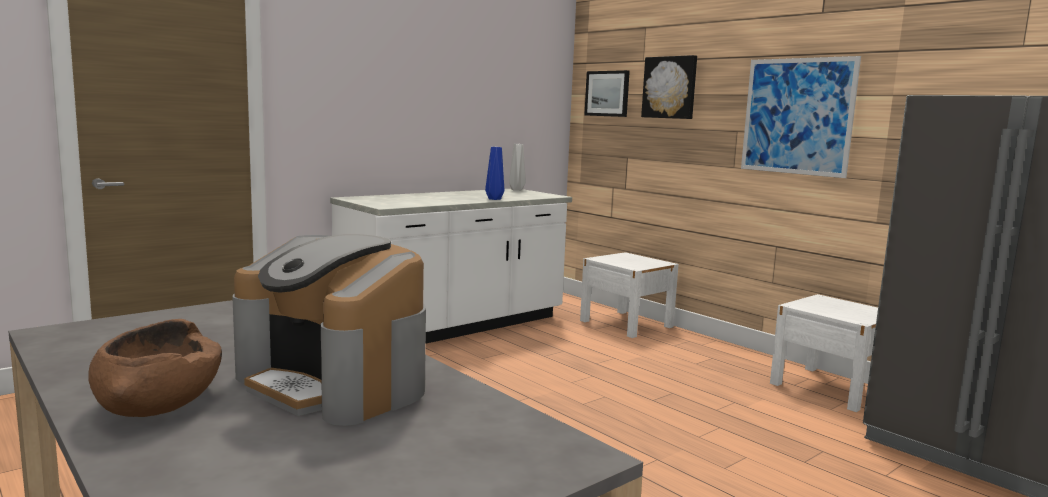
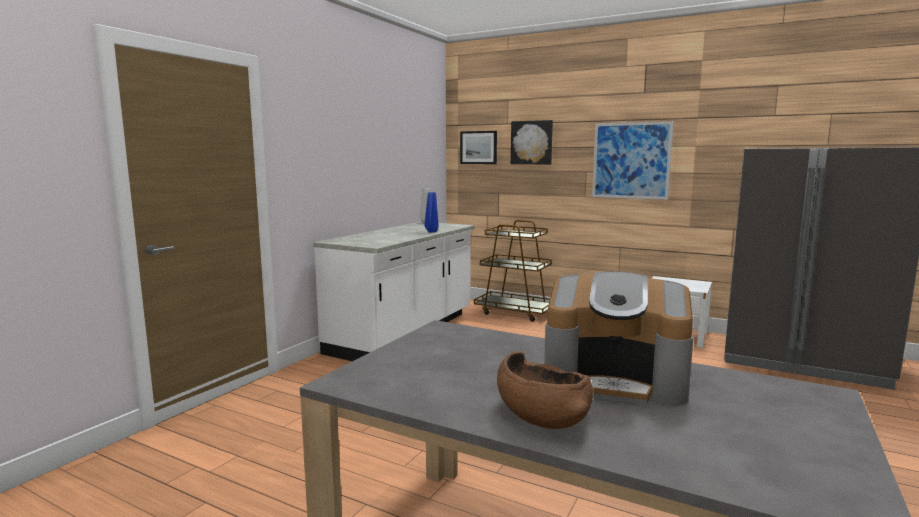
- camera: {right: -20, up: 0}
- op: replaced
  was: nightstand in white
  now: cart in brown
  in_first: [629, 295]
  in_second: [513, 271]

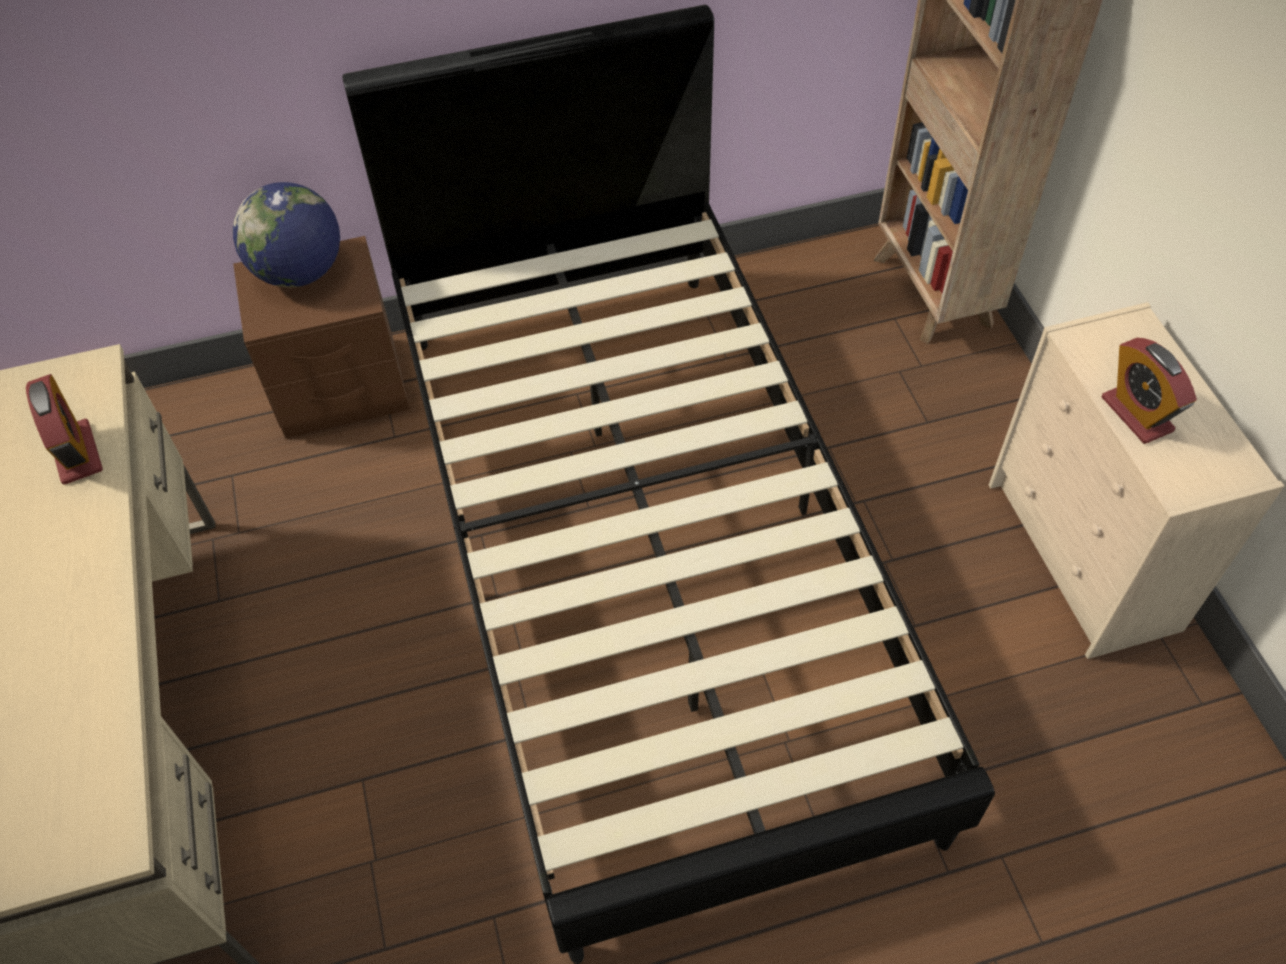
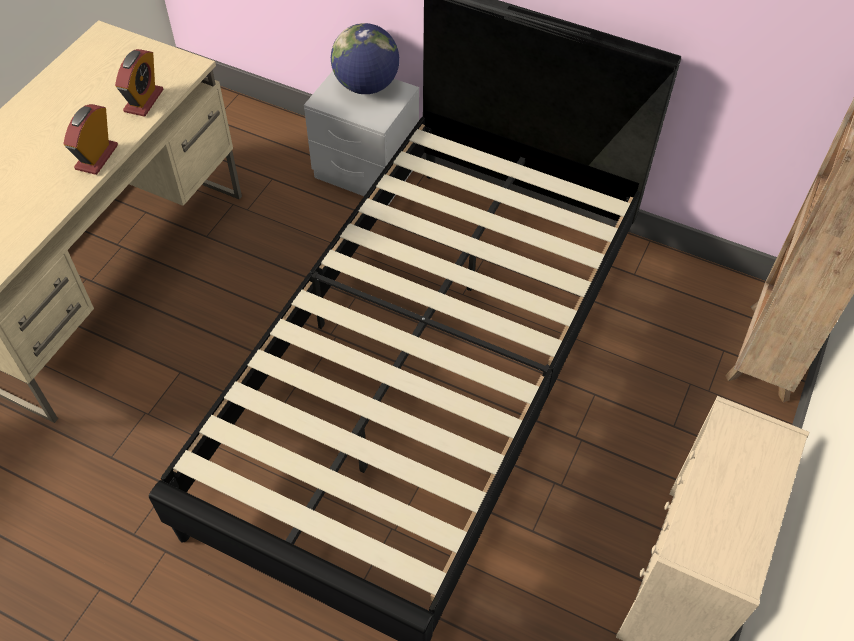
- camera: {right: 40, up: 0}
- op: recoloured
  was: nightstand in brown
  now: nightstand in grey
  in_first: [321, 337]
  in_second: [361, 138]
- op: moved
  was: table clock
  in_first: [1149, 391]
  in_second: [90, 139]

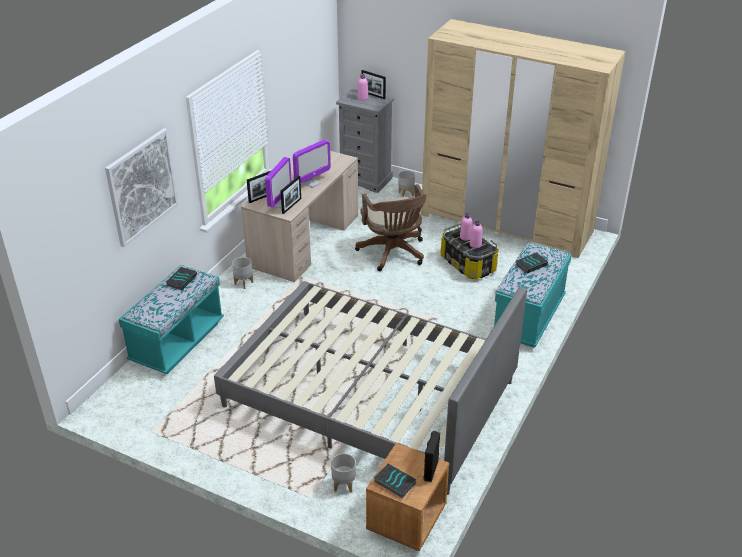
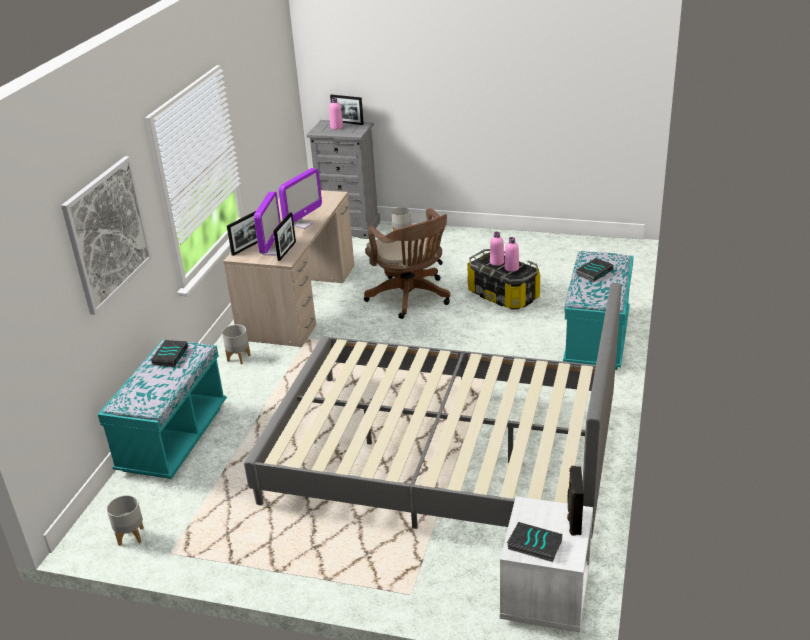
- camera: {right: -10, up: -5}
- op: moved
  was: plant pot in grey
  in_first: [343, 473]
  in_second: [125, 520]
- op: recoloured
  was: nightstand in brown
  now: nightstand in white
  in_first: [407, 497]
  in_second: [546, 564]
- op: removed
  was: clothes cupboard in beige
  in_first: [523, 138]

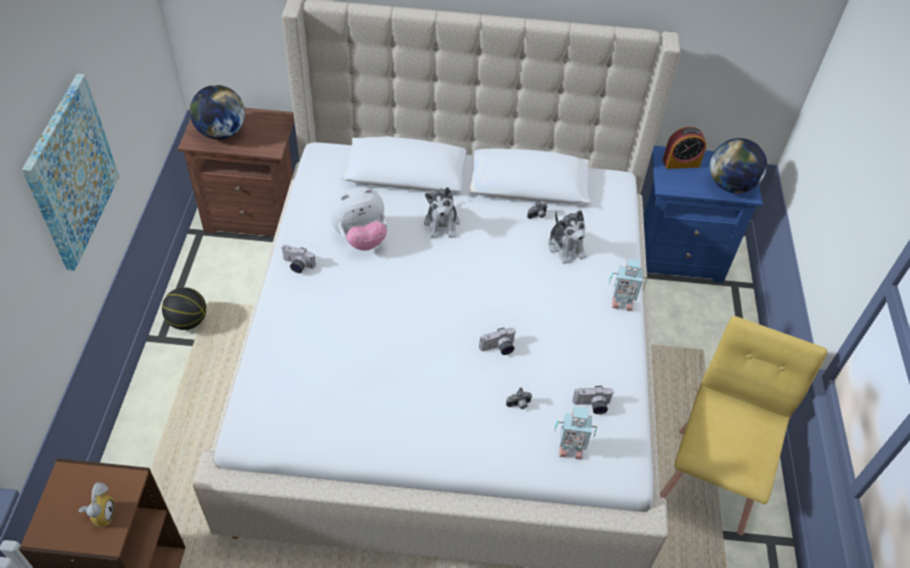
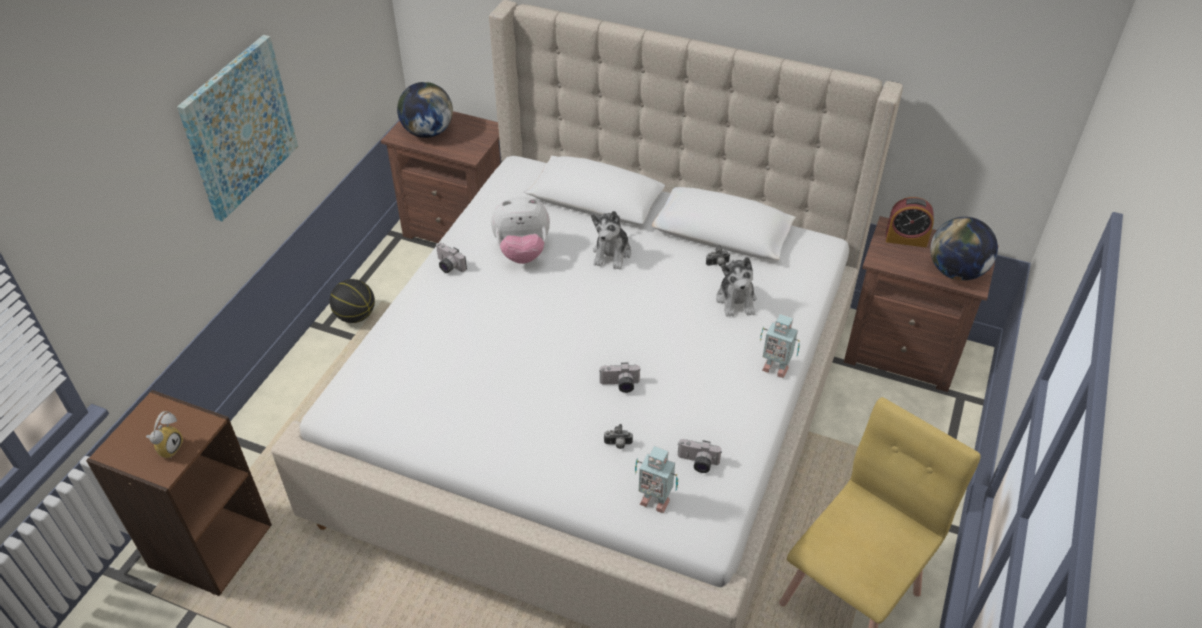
- camera: {right: 20, up: -5}
- op: recoloured
  was: nightstand in blue
  now: nightstand in brown
  in_first: [703, 214]
  in_second: [921, 304]

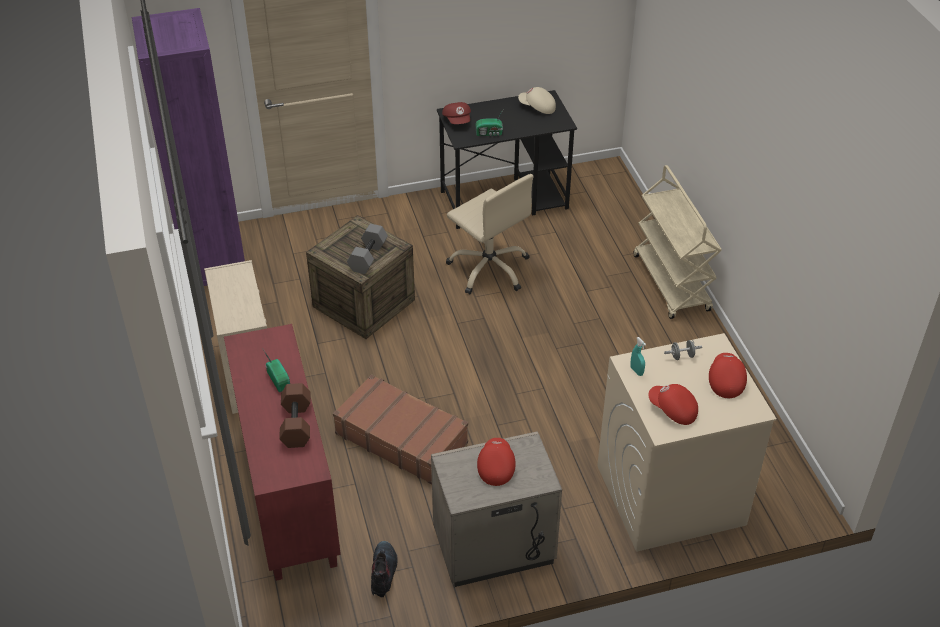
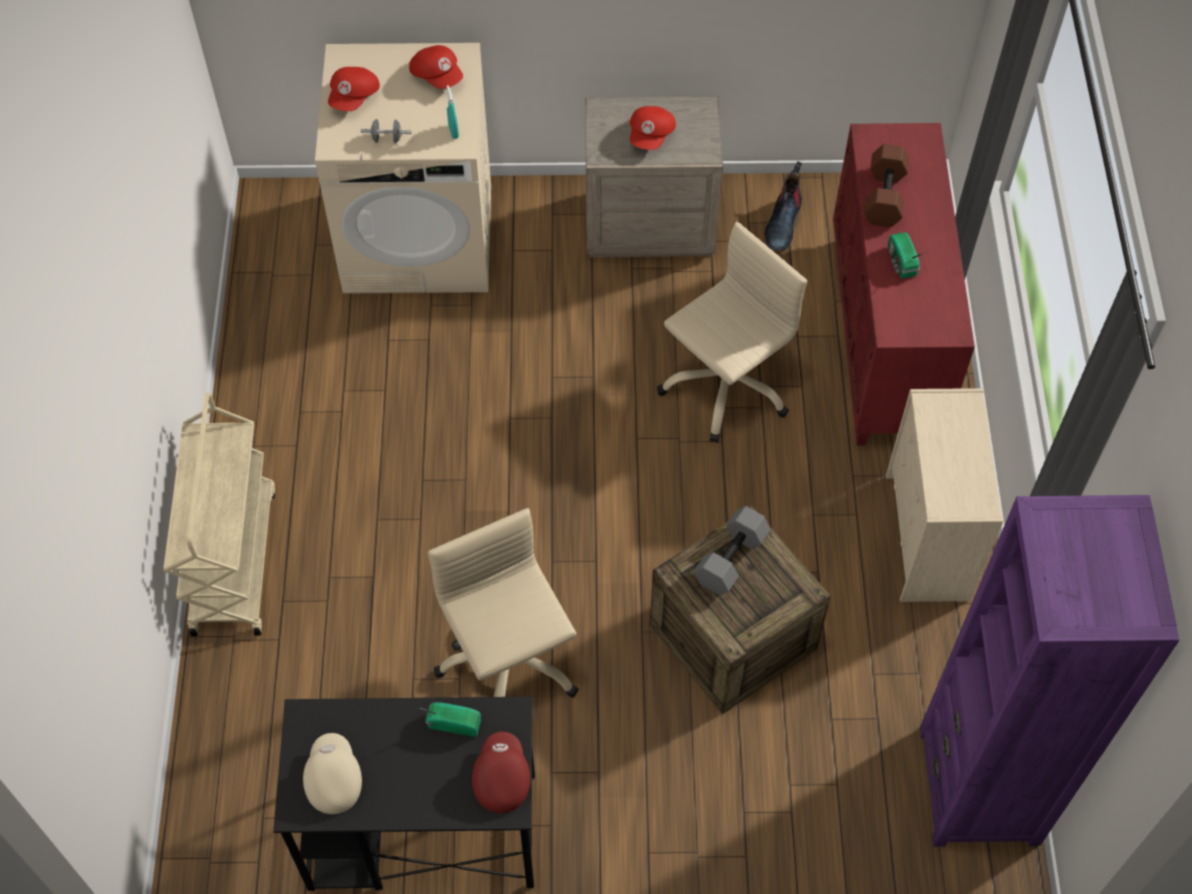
- camera: {right: -165, up: 15}
- op: replaced
  was: piece of luggage in brown
  now: computer chair in beige
  in_first: [400, 429]
  in_second: [732, 332]
- op: turned
  was: peaked cap in beige
  in_first: [537, 100]
  in_second: [332, 773]
  clockwise: -135

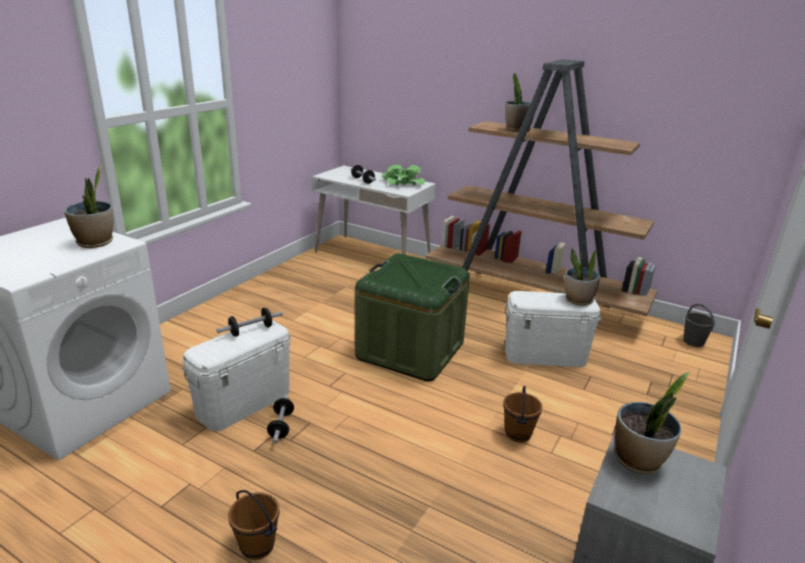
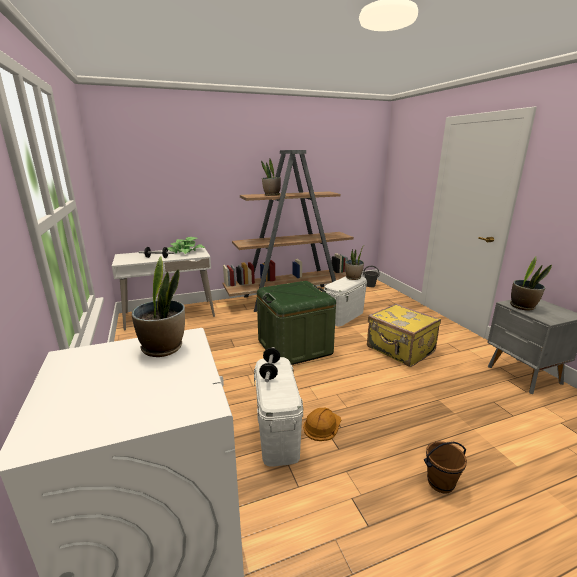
- camera: {right: -50, up: -5}
- op: replaced
  was: hand weight
  now: safety helmet in orange
  in_first: [280, 419]
  in_second: [322, 424]
- op: replaced
  was: bucket in brown
  now: piece of luggage in yellow
  in_first: [522, 414]
  in_second: [404, 335]

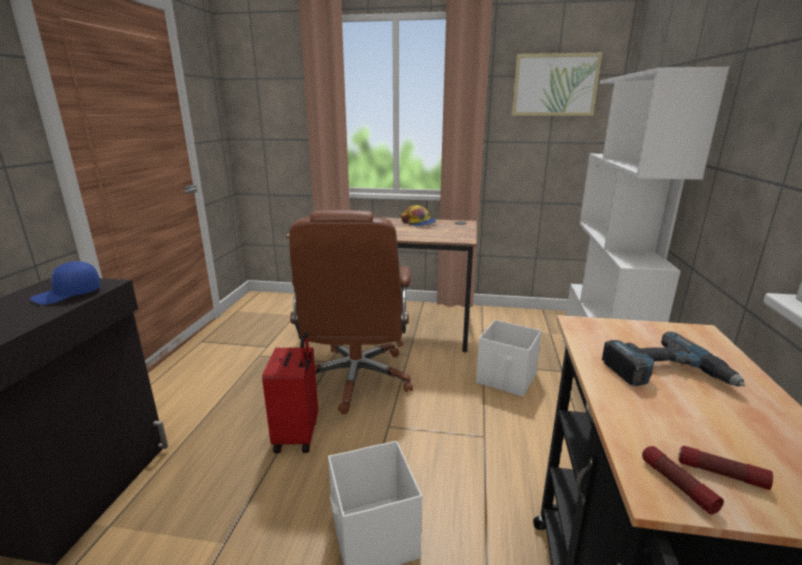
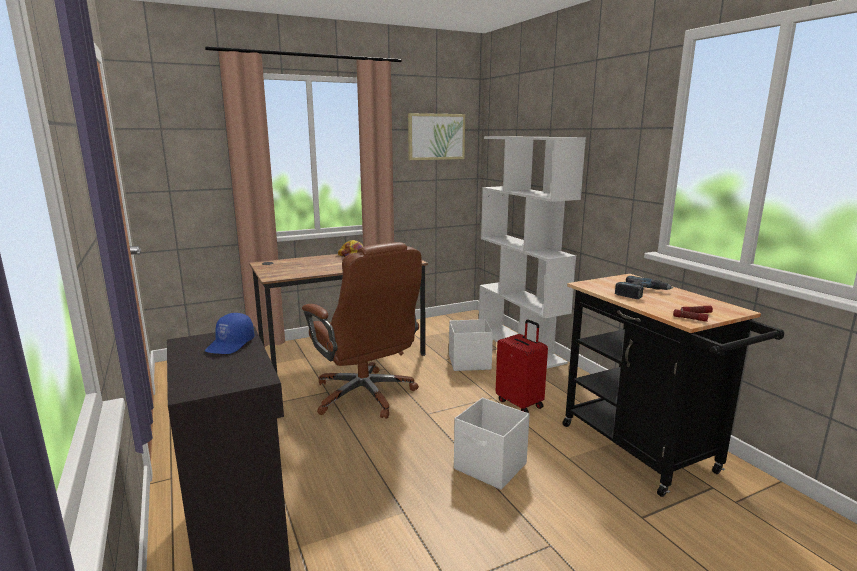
- camera: {right: -35, up: -5}
- op: moved
  was: piece of luggage in red-coloured
  in_first: [290, 392]
  in_second: [522, 366]

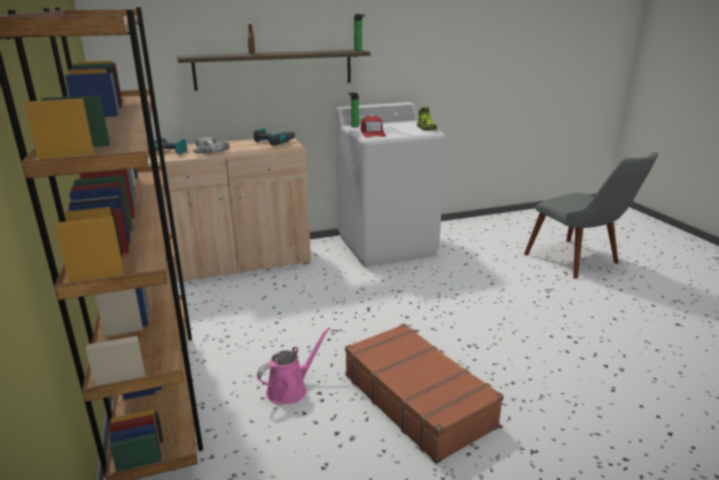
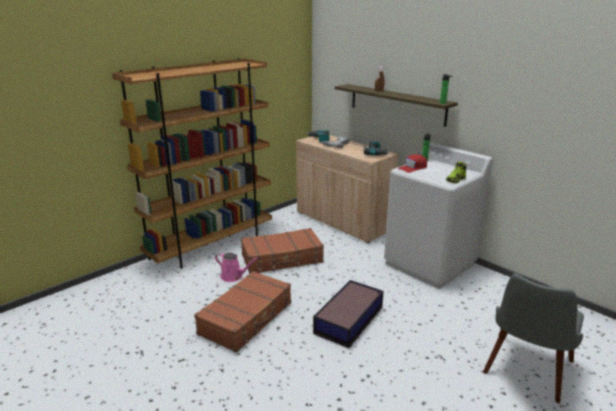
- camera: {right: 65, up: 0}
- op: added
  now: piece of luggage in brown
  in_second: [282, 251]
- op: added
  now: storage container
  in_second: [348, 314]

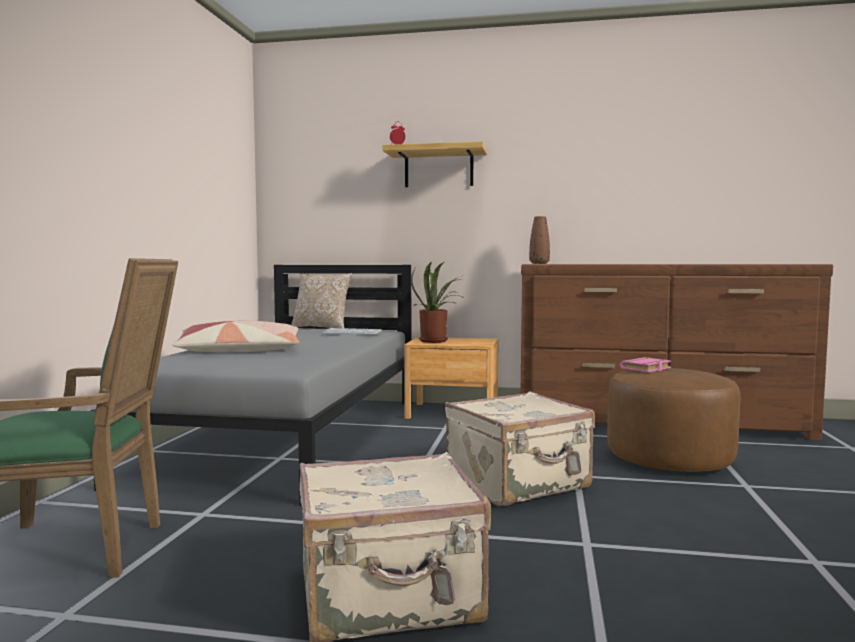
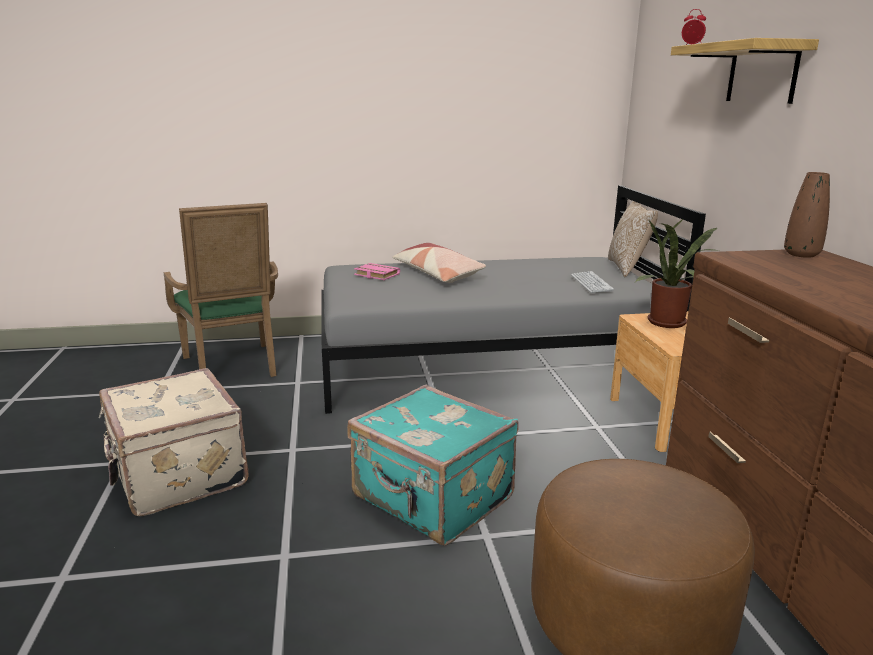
- camera: {right: 70, up: 15}
- op: recoloured
  was: piece of luggage in beige
  now: piece of luggage in turquoise
  in_first: [520, 449]
  in_second: [433, 465]
- op: moved
  was: book in pink
  in_first: [645, 364]
  in_second: [377, 271]

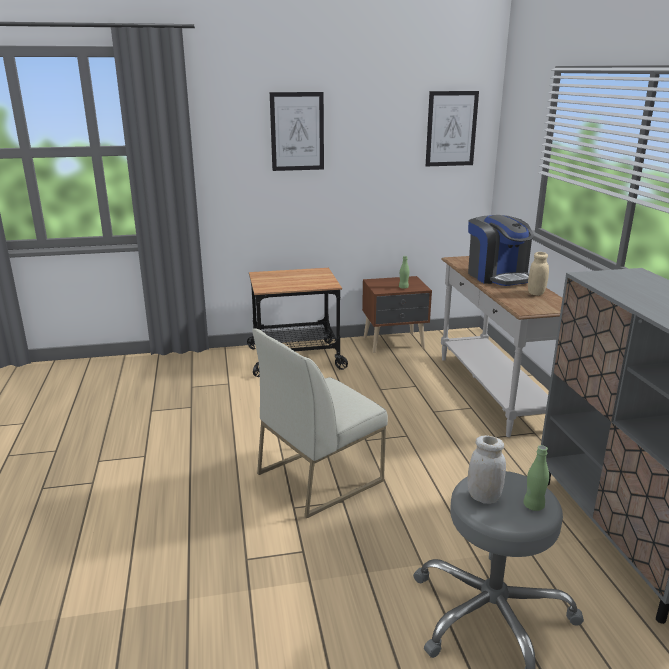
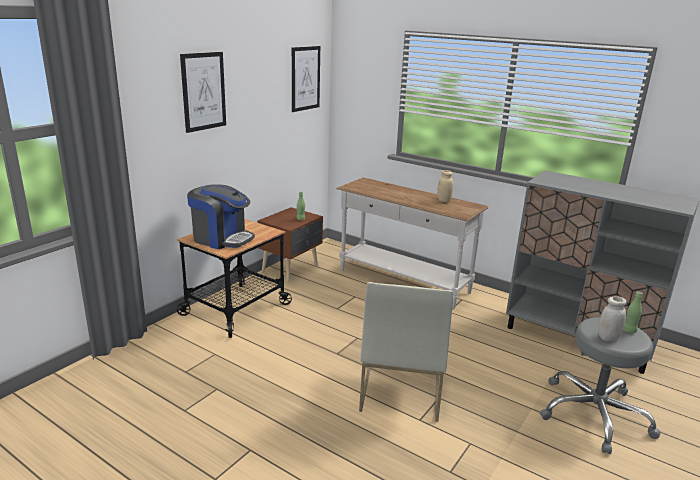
- camera: {right: -45, up: 0}
- op: moved
  was: coffee machine
  in_first: [501, 250]
  in_second: [221, 216]

